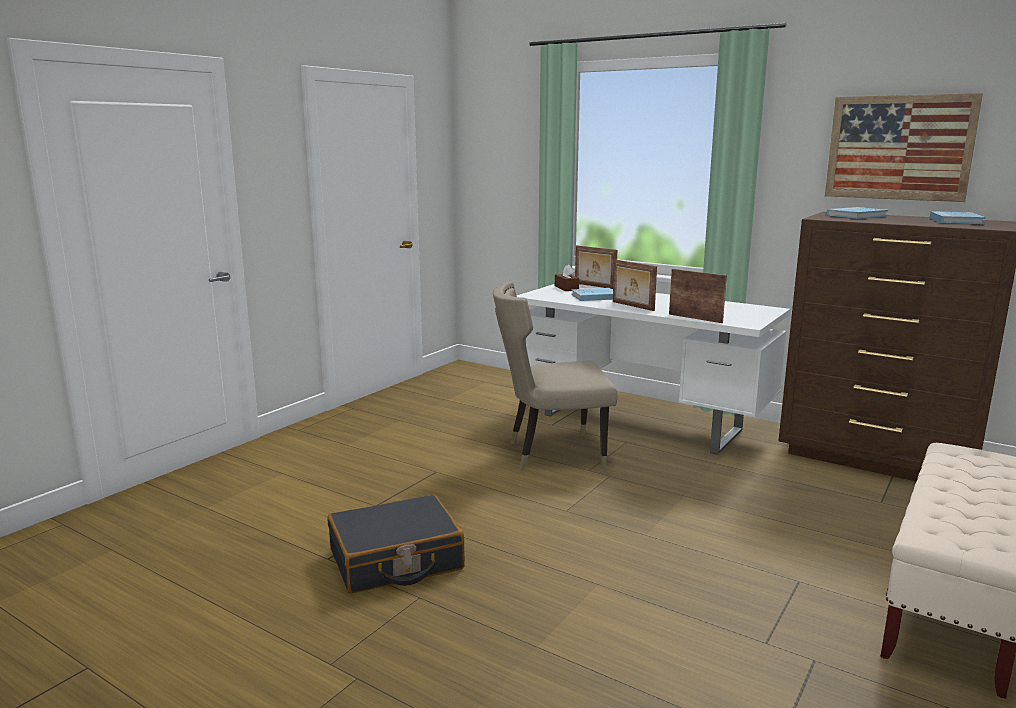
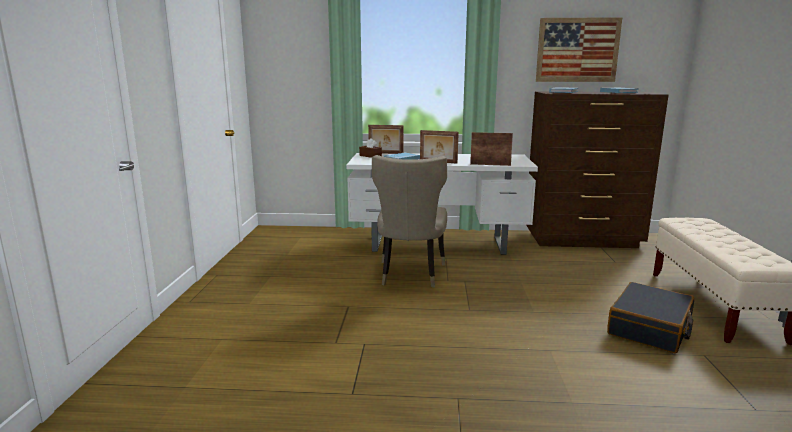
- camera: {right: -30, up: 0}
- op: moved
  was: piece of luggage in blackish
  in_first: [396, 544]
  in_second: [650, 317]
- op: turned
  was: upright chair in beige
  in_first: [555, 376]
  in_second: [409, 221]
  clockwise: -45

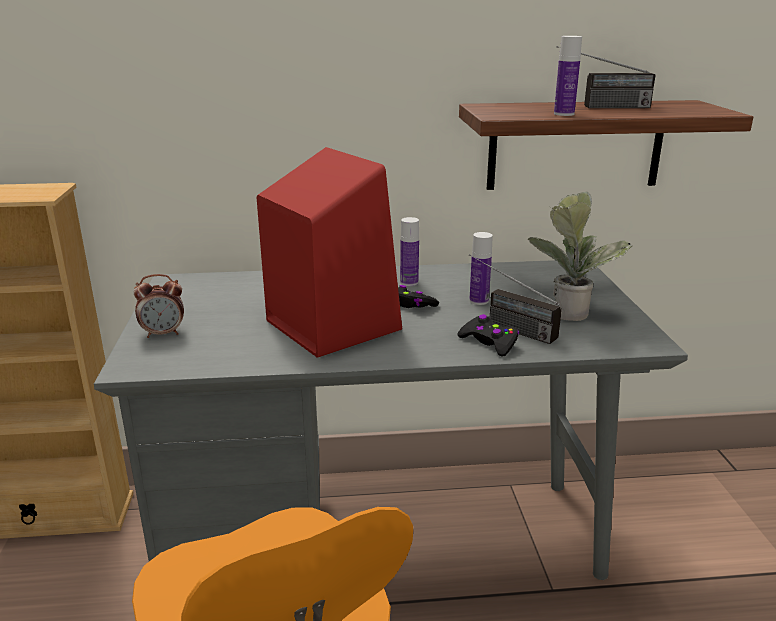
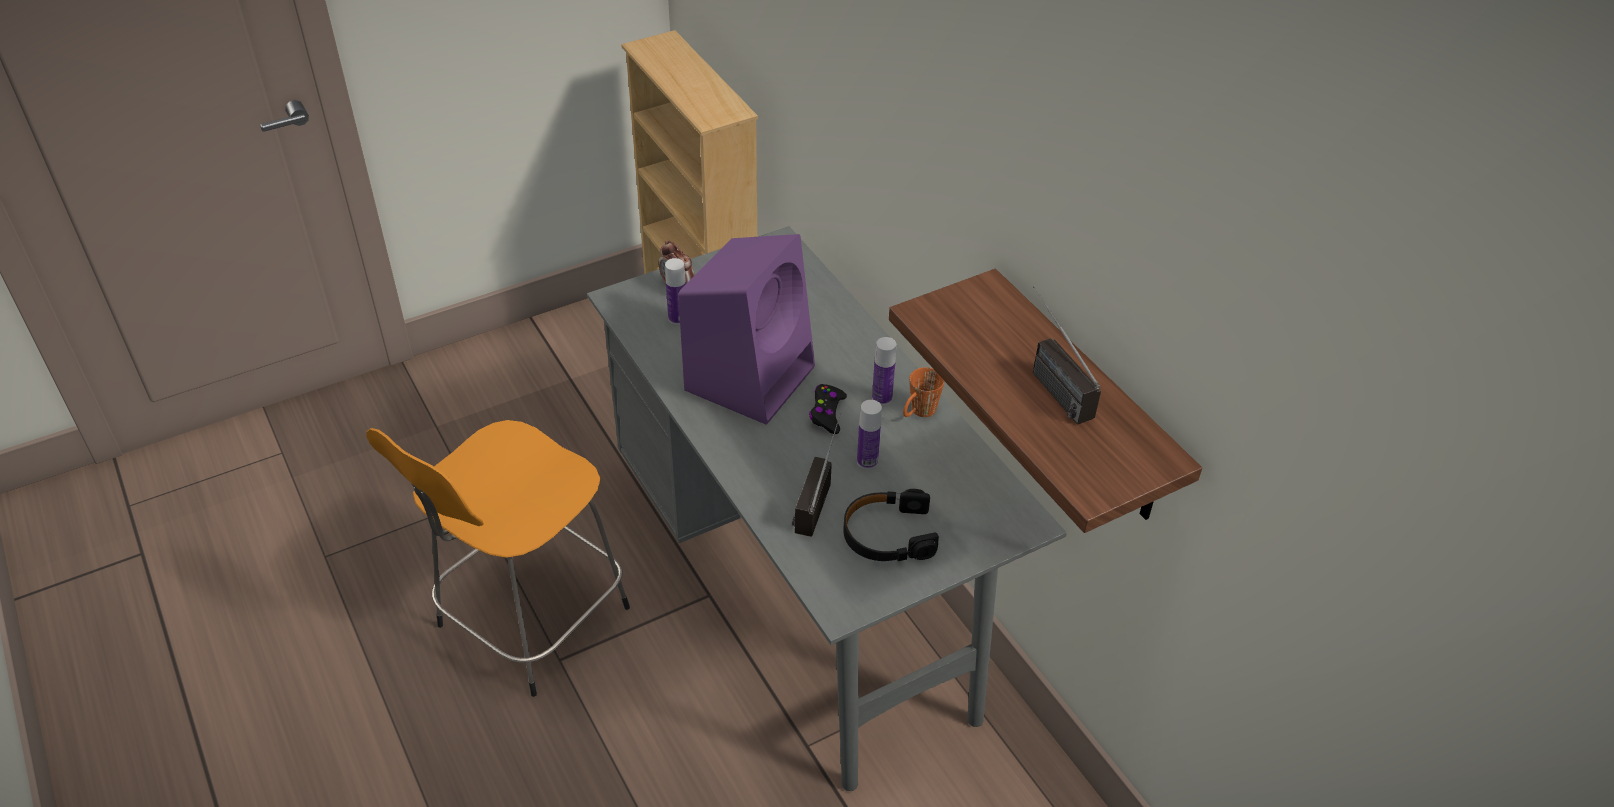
- camera: {right: 65, up: 20}
- op: recoloured
  was: speaker in red-coloured
  now: speaker in purple-coloured
  in_first: [329, 252]
  in_second: [746, 329]
- op: removed
  was: joypad in blackish
  in_first: [488, 335]
- op: replaced
  was: plant in a pot
  now: pair of headphones in blackish
  in_first: [580, 256]
  in_second: [891, 525]
- op: moved
  was: bottle
  in_first: [568, 76]
  in_second: [675, 291]
- op: added
  now: mug in orange
  in_second: [923, 392]

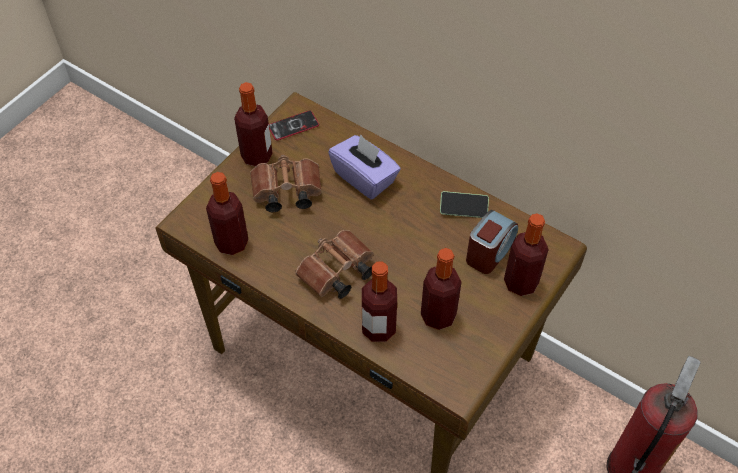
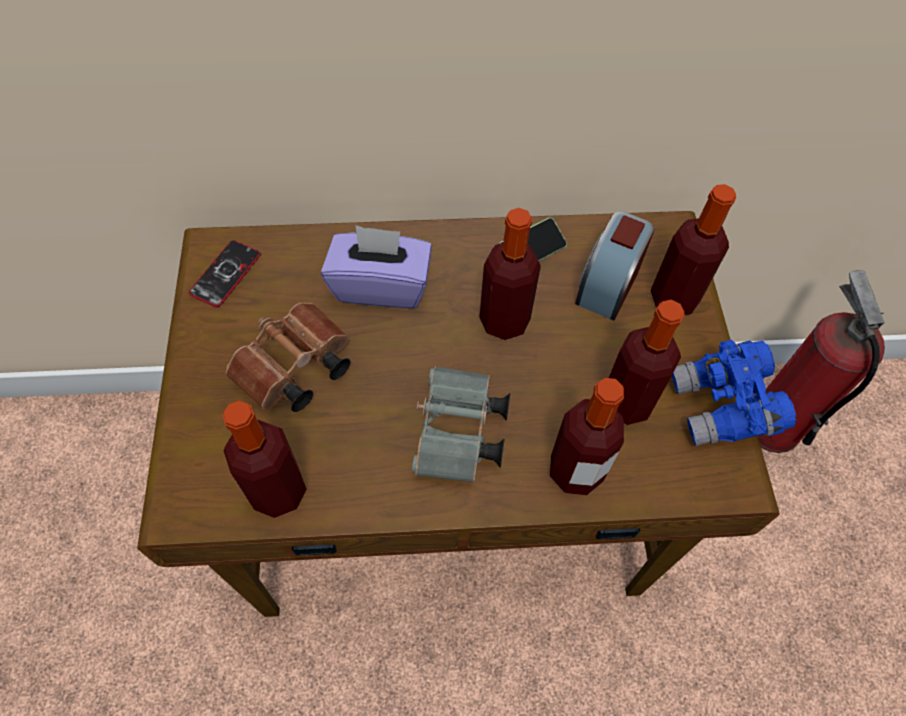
- camera: {right: -40, up: 5}
- op: moved
  was: bottle
  in_first: [253, 124]
  in_second: [510, 274]
- op: recoloured
  was: field glasses in brown
  now: field glasses in grey
  in_first: [334, 264]
  in_second: [461, 424]
- op: turned
  was: table clock
  in_first: [492, 242]
  in_second: [614, 265]
  clockwise: -150
- op: added
  now: field glasses in blue
  in_second: [734, 392]

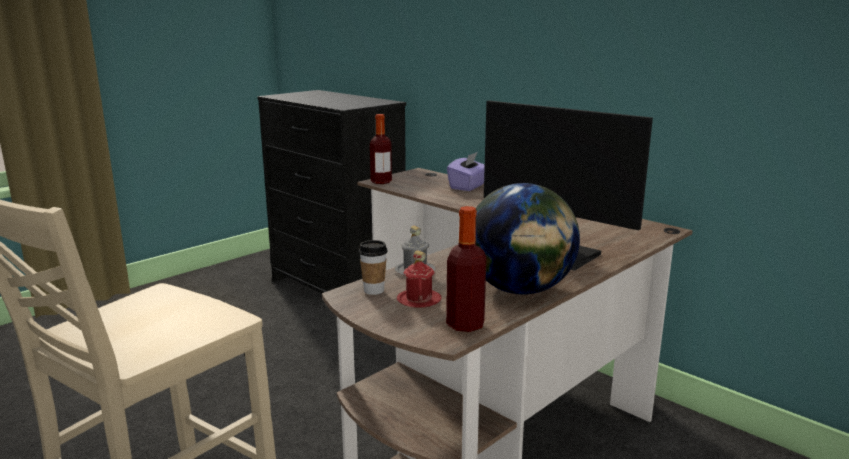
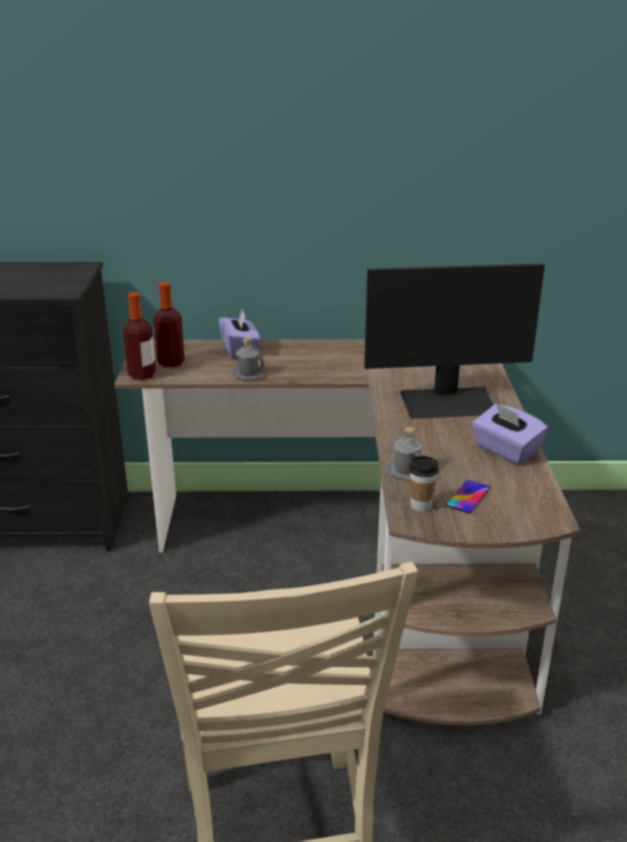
- camera: {right: -45, up: 10}
- op: replaced
  was: mug in red-coloured
  now: phone
  in_first: [419, 279]
  in_second: [468, 496]
- op: moved
  was: bottle
  in_first: [466, 269]
  in_second: [169, 325]
- op: replaced
  was: desk globe
  now: tissue box in purple-coloured
  in_first: [528, 239]
  in_second: [510, 433]
- op: added
  now: mug in grey
  in_second: [248, 358]

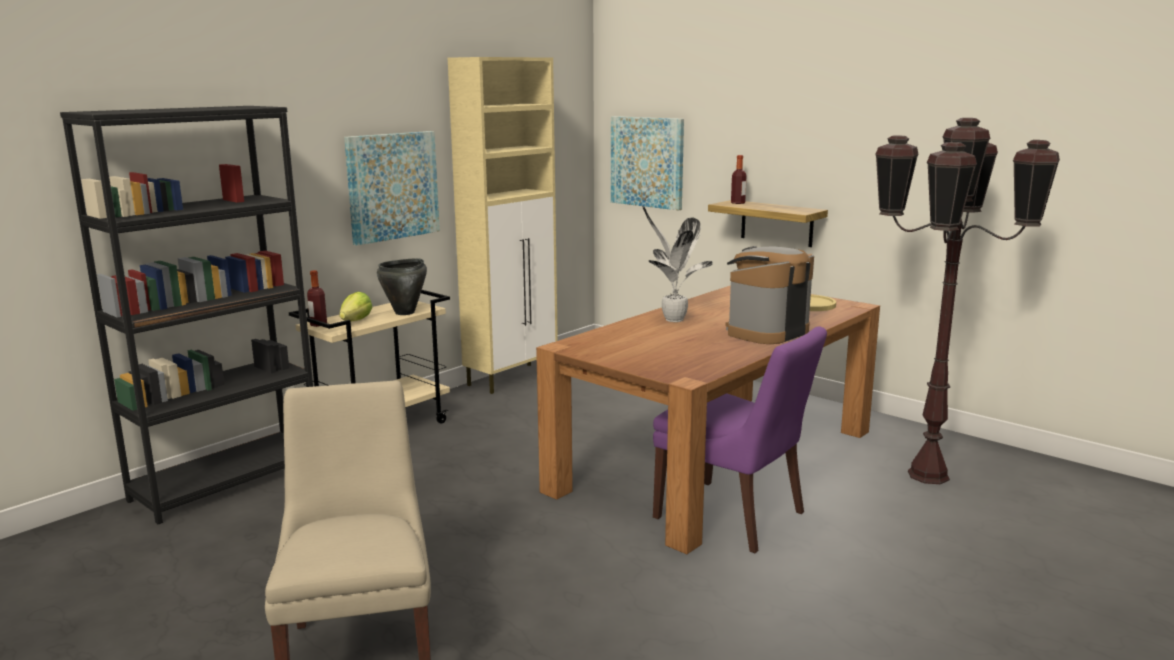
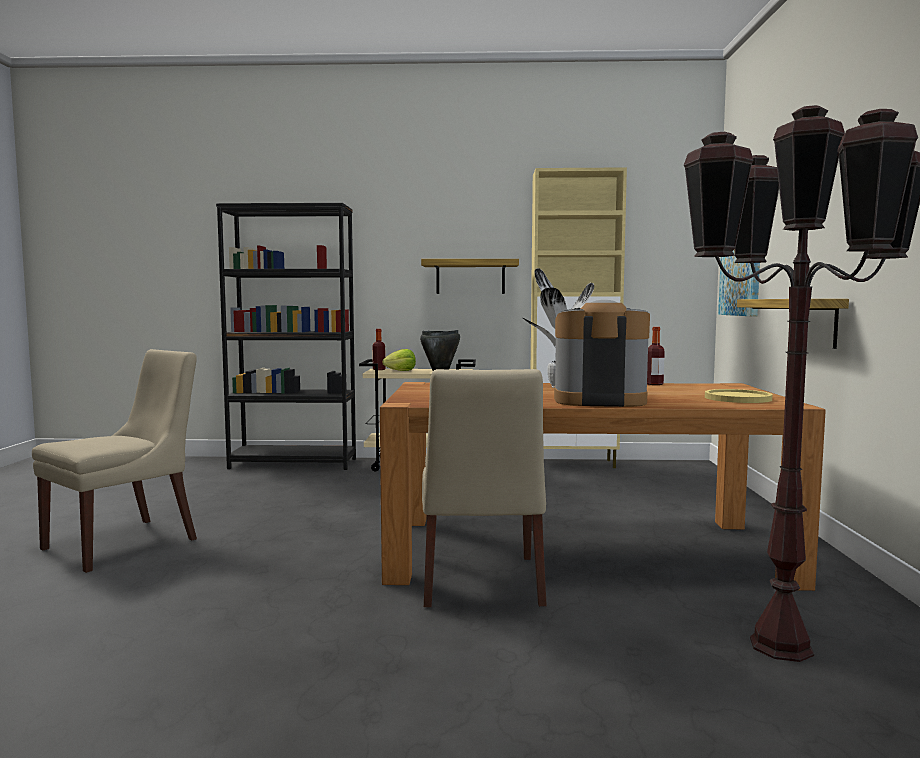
- camera: {right: 50, up: -10}
- op: replaced
  was: wall art
  now: bracket shelf
  in_first: [392, 188]
  in_second: [470, 276]
- op: recoloured
  was: upright chair in purple-coloured
  now: upright chair in beige
  in_first: [740, 440]
  in_second: [484, 488]
- op: moved
  was: bottle
  in_first: [739, 179]
  in_second: [656, 356]

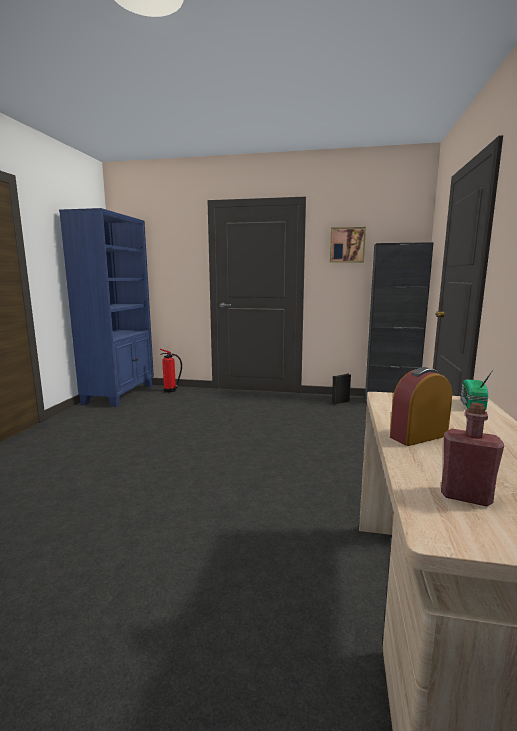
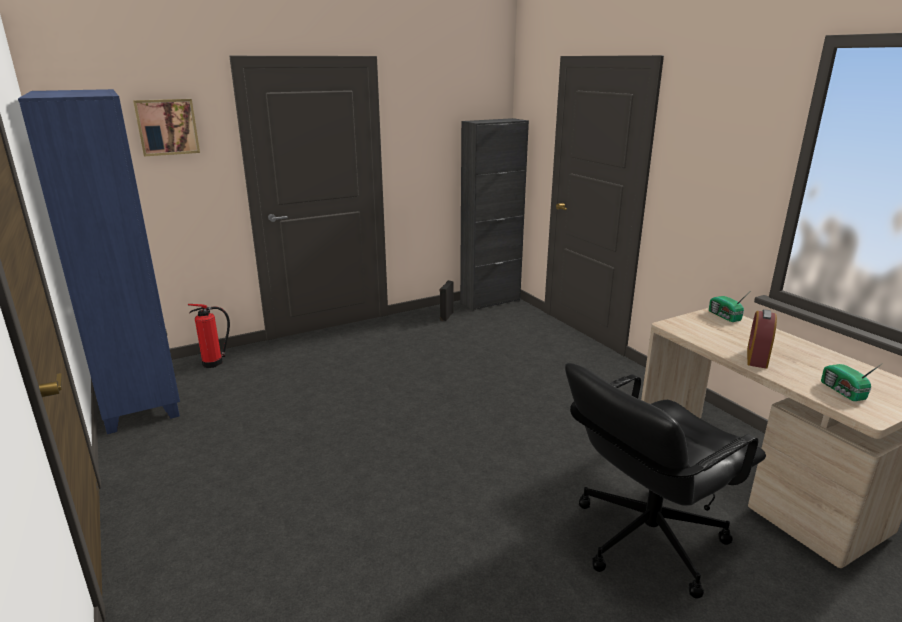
- camera: {right: -40, up: 10}
- op: moved
  was: wall art
  in_first: [348, 245]
  in_second: [166, 128]
- op: replaced
  was: bottle in red-coloured
  now: radio
  in_first: [472, 454]
  in_second: [852, 382]
- op: added
  now: computer chair in blackish
  in_second: [665, 481]

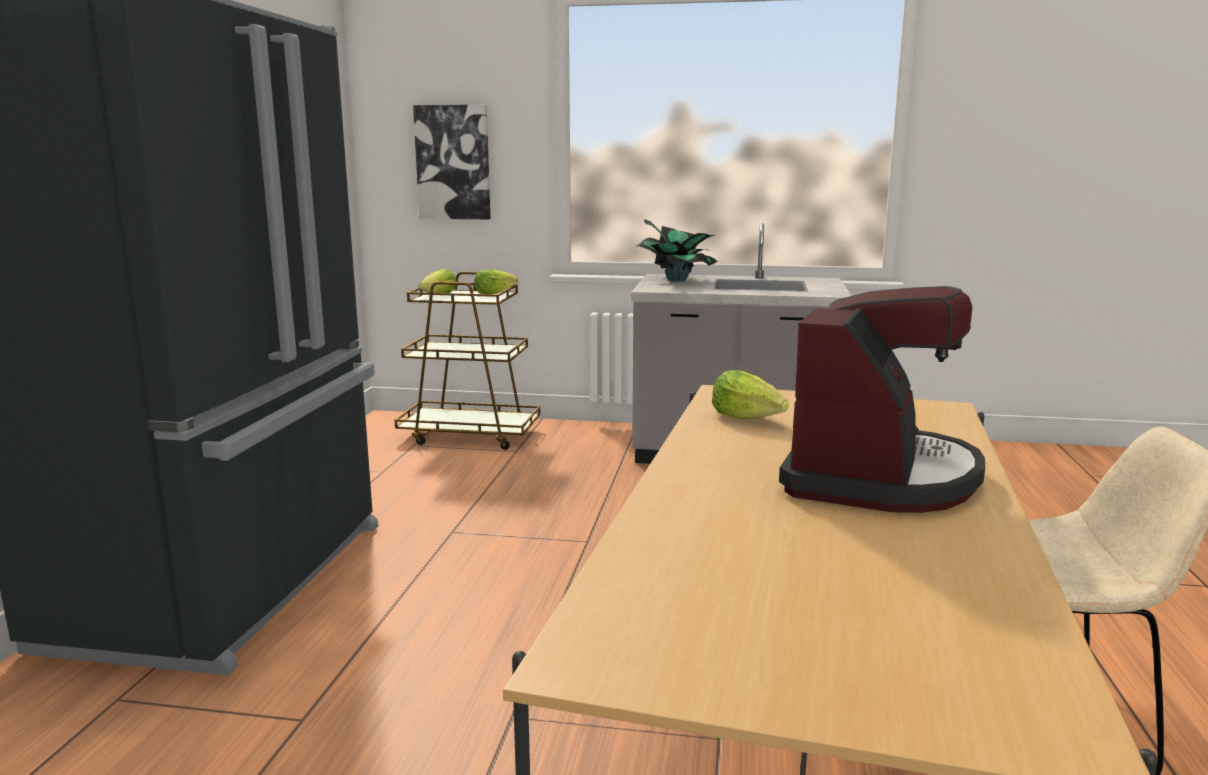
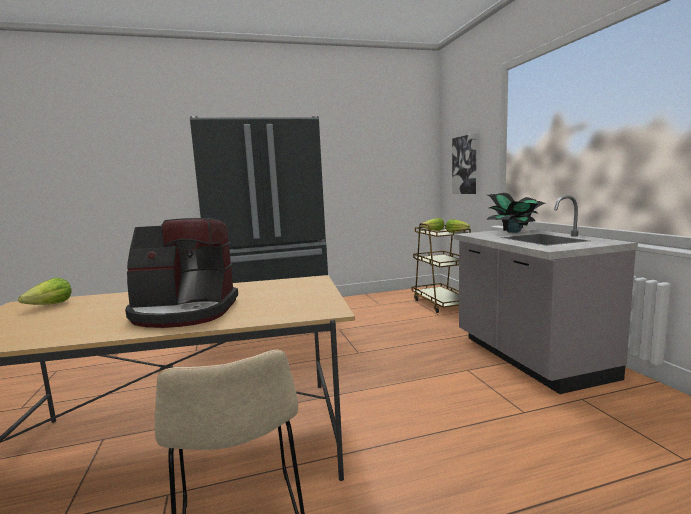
- camera: {right: 65, up: -5}
- op: moved
  was: lettuce
  in_first: [750, 394]
  in_second: [44, 291]

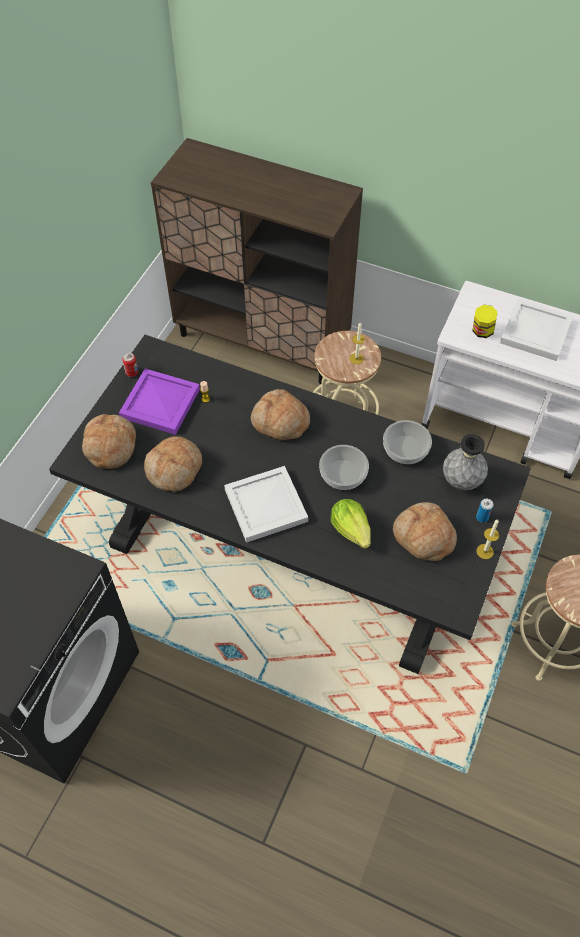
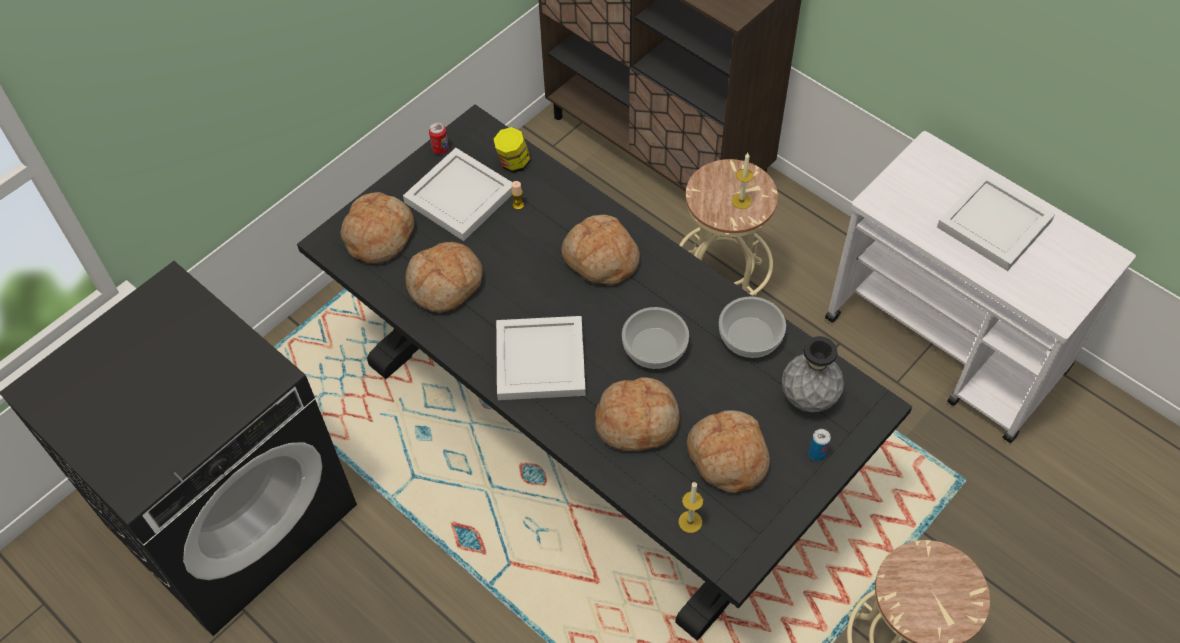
- camera: {right: 20, up: 0}
- op: recoloured
  was: tray in purple-coloured
  now: tray in white
  in_first: [159, 402]
  in_second: [457, 194]
- op: replaced
  was: lettuce
  now: baked bread
  in_first: [351, 524]
  in_second: [637, 414]
- op: moved
  was: preserve jar
  in_first: [485, 321]
  in_second: [512, 150]
- op: moved
  was: wax candle
  in_first: [487, 539]
  in_second: [690, 507]

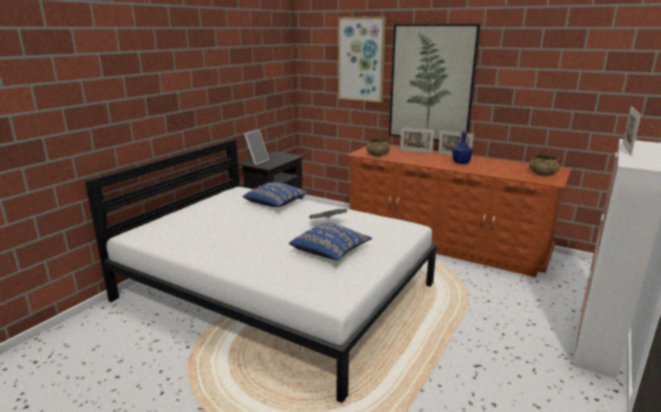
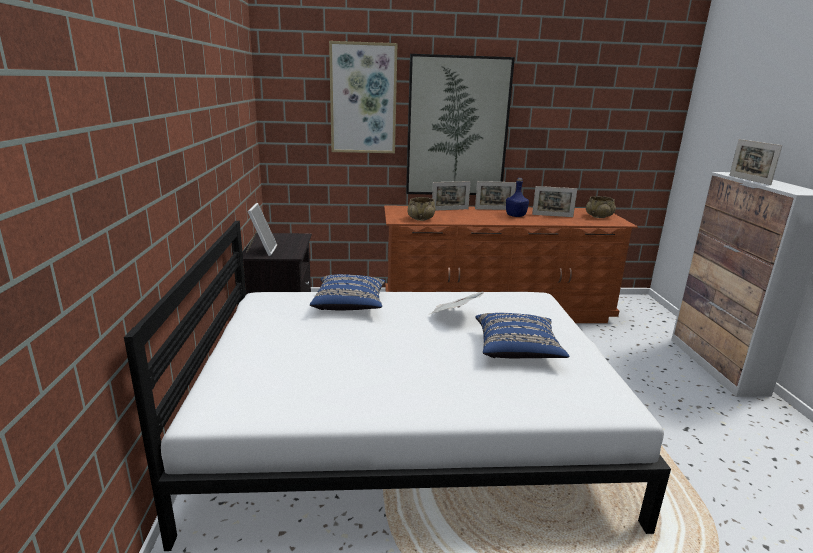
- camera: {right: -35, up: 0}
- op: added
  now: photo frame
  in_second: [554, 201]

